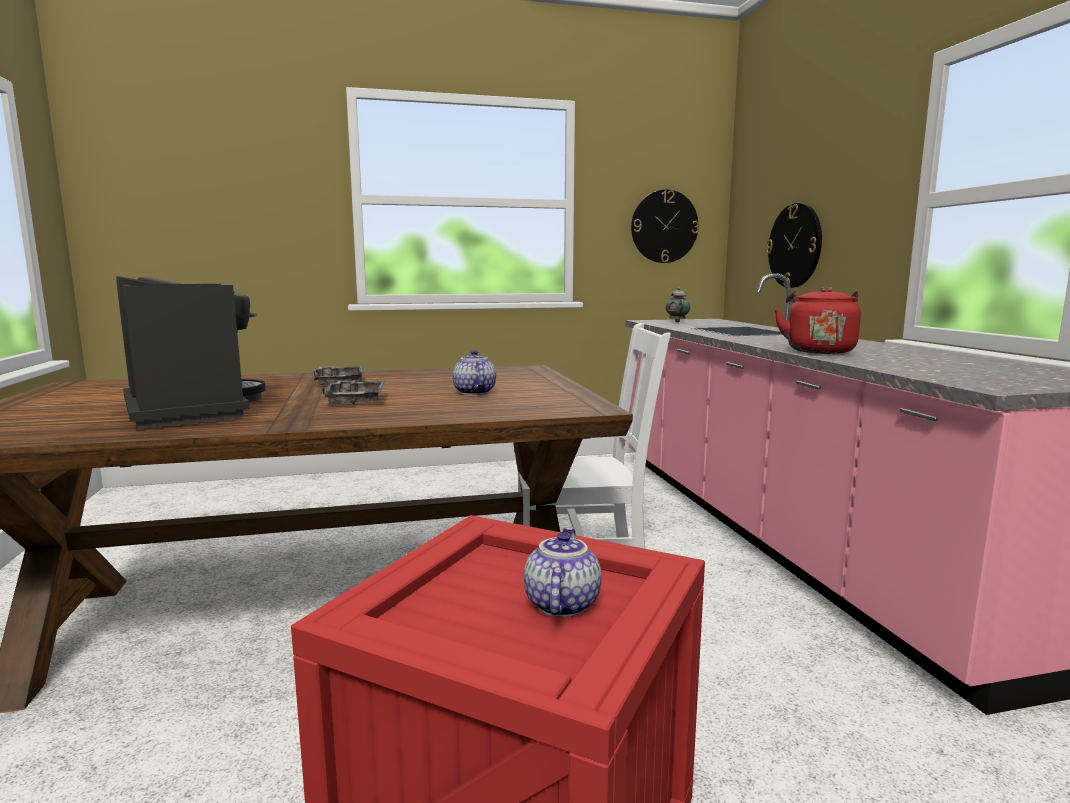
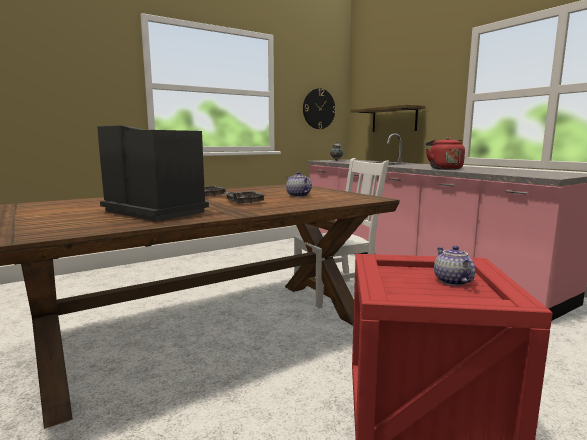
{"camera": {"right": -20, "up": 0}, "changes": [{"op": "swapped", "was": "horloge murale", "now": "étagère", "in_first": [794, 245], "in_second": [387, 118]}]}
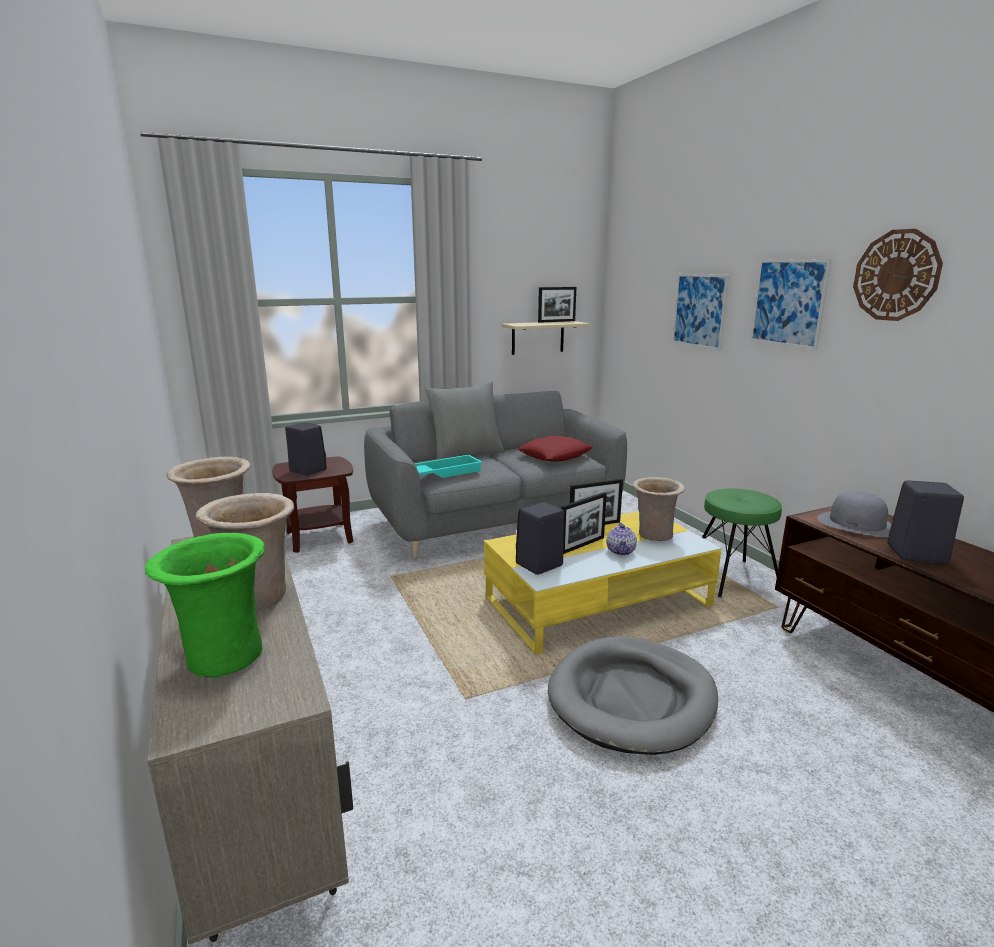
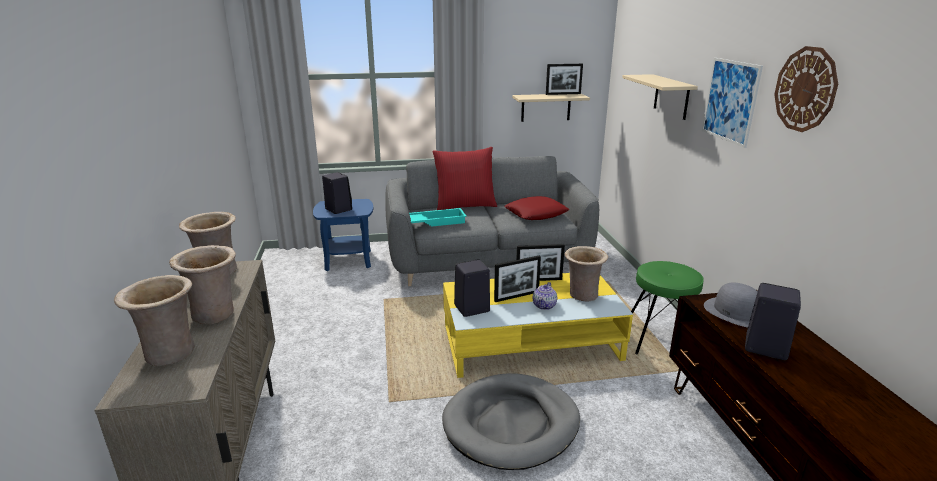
{"camera": {"right": 15, "up": 5}, "changes": [{"op": "repainted", "was": "vase/vert", "now": "vase/beige", "in_first": [205, 605], "in_second": [154, 320]}, {"op": "repainted", "was": "table d'appoint/marron", "now": "table d'appoint/bleu", "in_first": [312, 504], "in_second": [343, 235]}, {"op": "repainted", "was": "coussin/gris", "now": "coussin/rouge", "in_first": [465, 420], "in_second": [465, 178]}, {"op": "swapped", "was": "tableau", "now": "étagère/beige", "in_first": [700, 312], "in_second": [660, 97]}]}
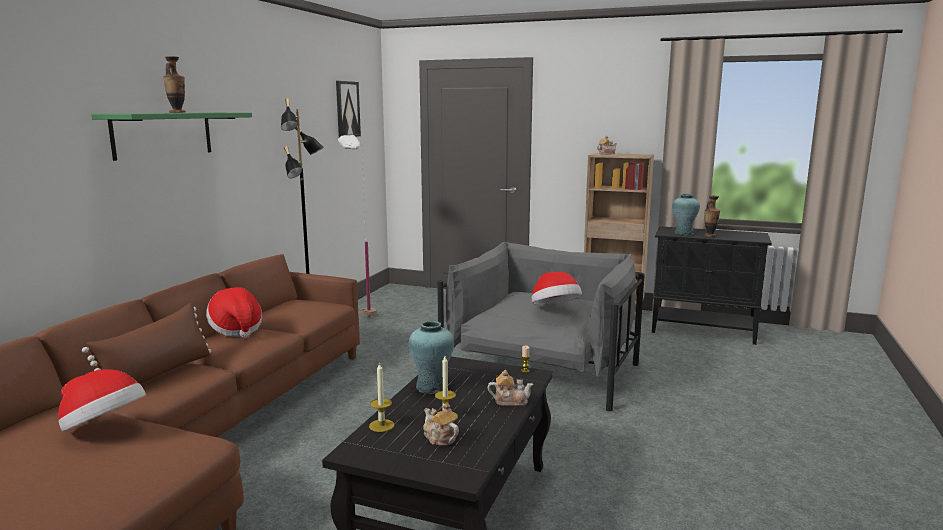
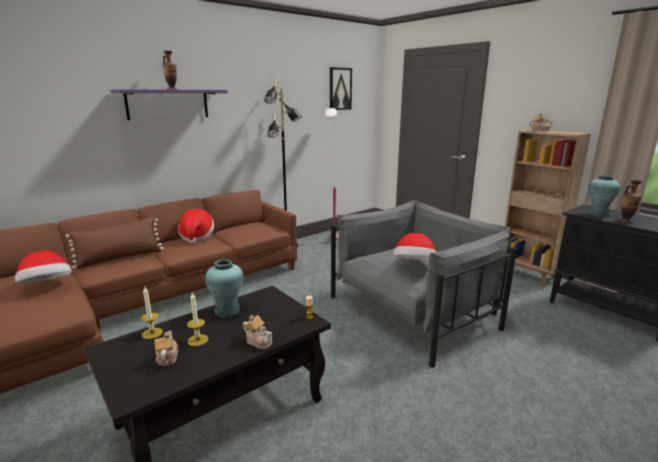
{"camera": {"right": 30, "up": 5}, "changes": [{"op": "repainted", "was": "étagère/vert", "now": "étagère/violet", "in_first": [171, 137], "in_second": [169, 104]}]}
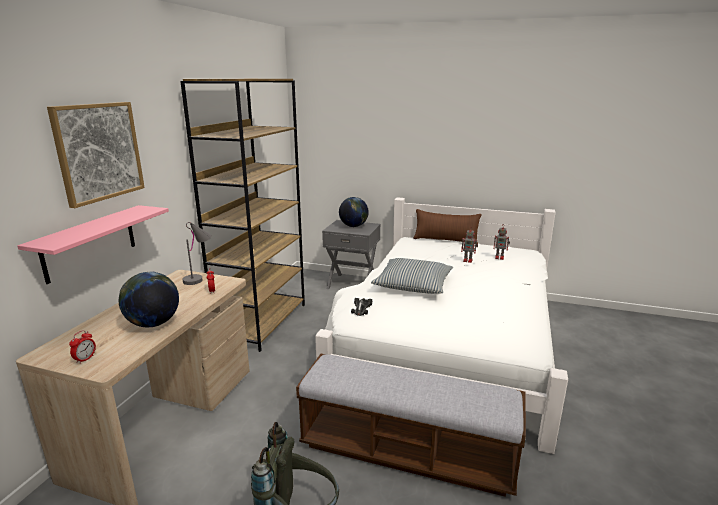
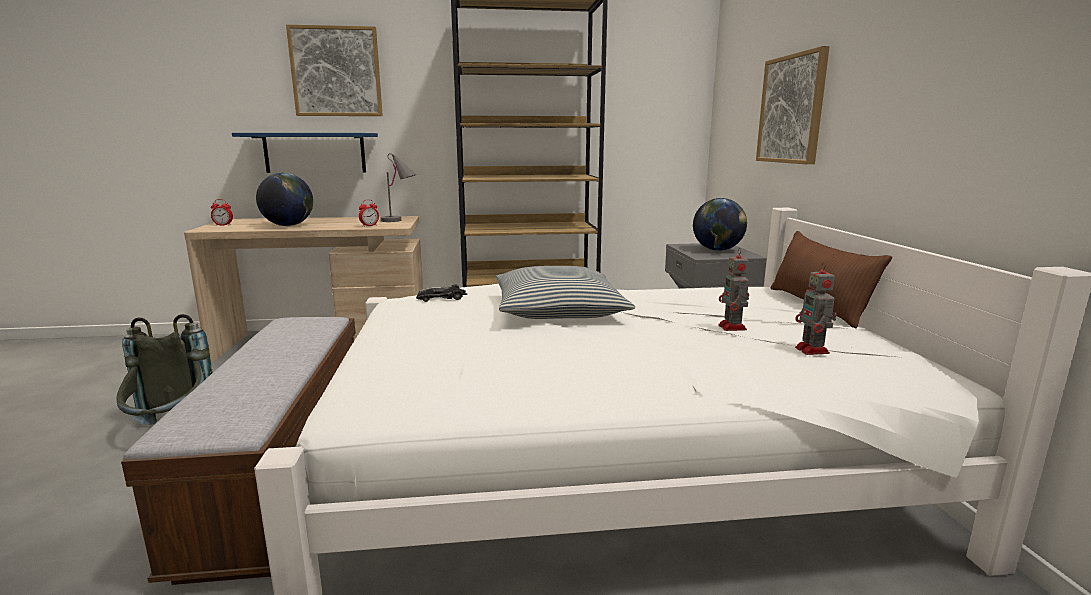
{"camera": {"right": 65, "up": -5}, "changes": [{"op": "repainted", "was": "étagère/rose", "now": "étagère/bleu", "in_first": [93, 244], "in_second": [305, 153]}, {"op": "new", "now": "tableau", "in_second": [792, 105]}]}
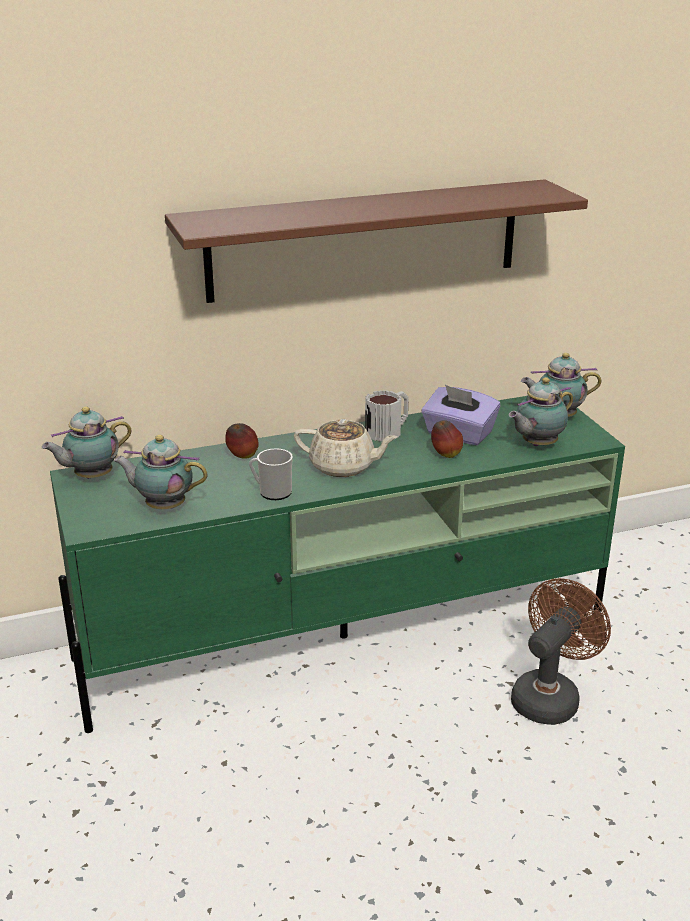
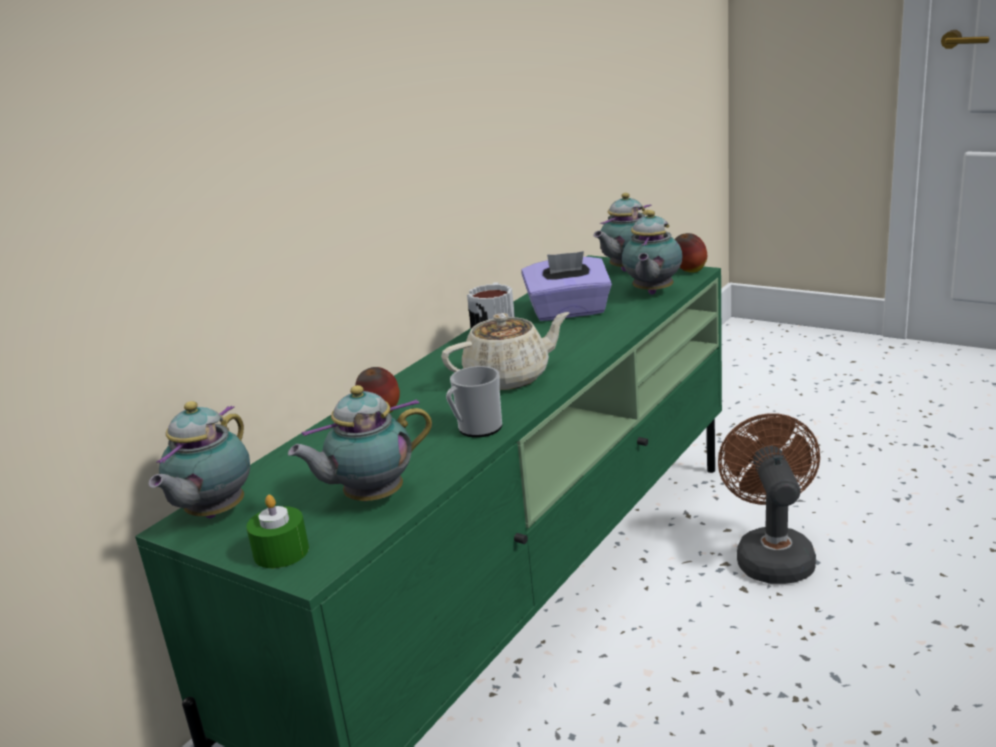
{"camera": {"right": -35, "up": -5}, "changes": [{"op": "gone", "was": "étagère/marron", "in_first": [376, 241]}, {"op": "shifted", "was": "pomme", "in_first": [447, 439], "in_second": [691, 252]}, {"op": "new", "now": "bougie/vert", "in_second": [277, 531]}]}
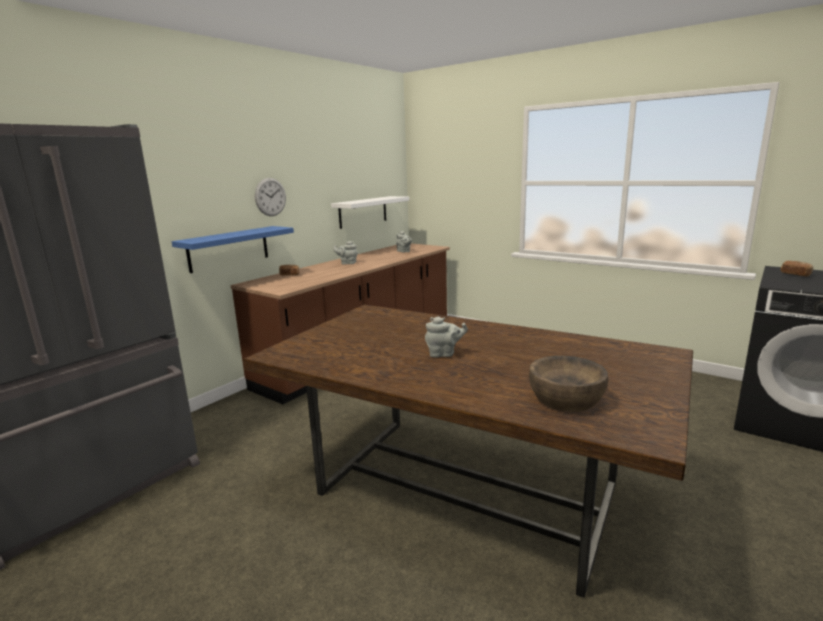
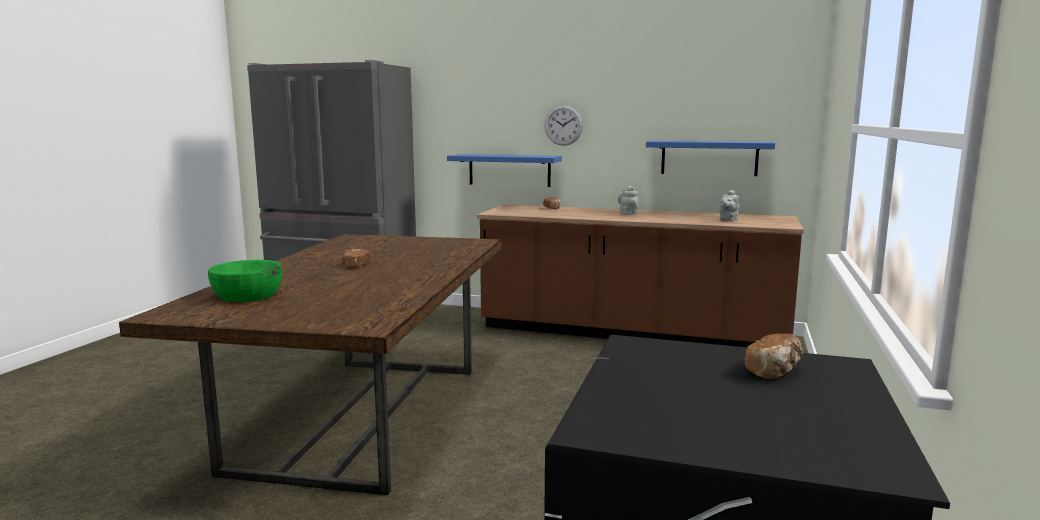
{"camera": {"right": 70, "up": -5}, "changes": [{"op": "repainted", "was": "étagère/blanc", "now": "étagère/bleu", "in_first": [370, 212], "in_second": [710, 158]}, {"op": "swapped", "was": "théière/gris", "now": "pain", "in_first": [446, 337], "in_second": [356, 258]}, {"op": "repainted", "was": "bol/marron", "now": "bol/vert", "in_first": [568, 384], "in_second": [245, 281]}]}
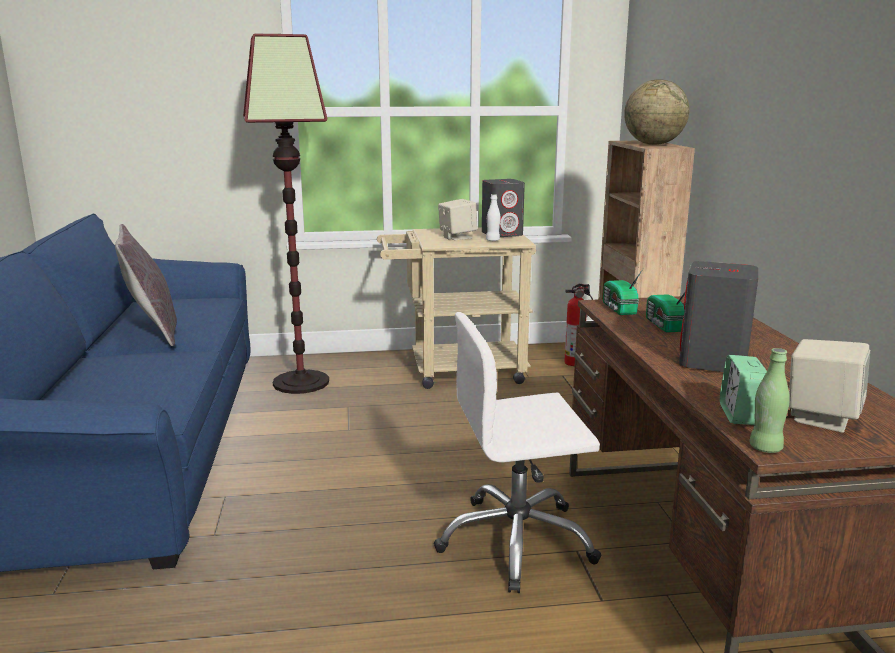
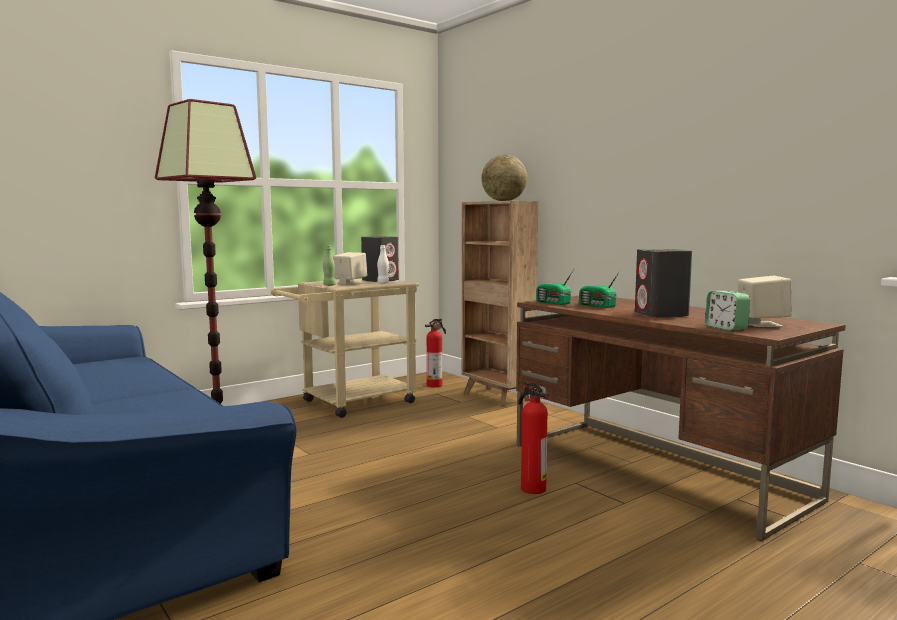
{"camera": {"right": -30, "up": -10}, "changes": [{"op": "gone", "was": "coussin/gris", "in_first": [146, 285]}, {"op": "swapped", "was": "chaise de bureau/blanc", "now": "extincteur", "in_first": [517, 452], "in_second": [533, 437]}, {"op": "shifted", "was": "bouteille/vert", "in_first": [769, 400], "in_second": [329, 265]}]}
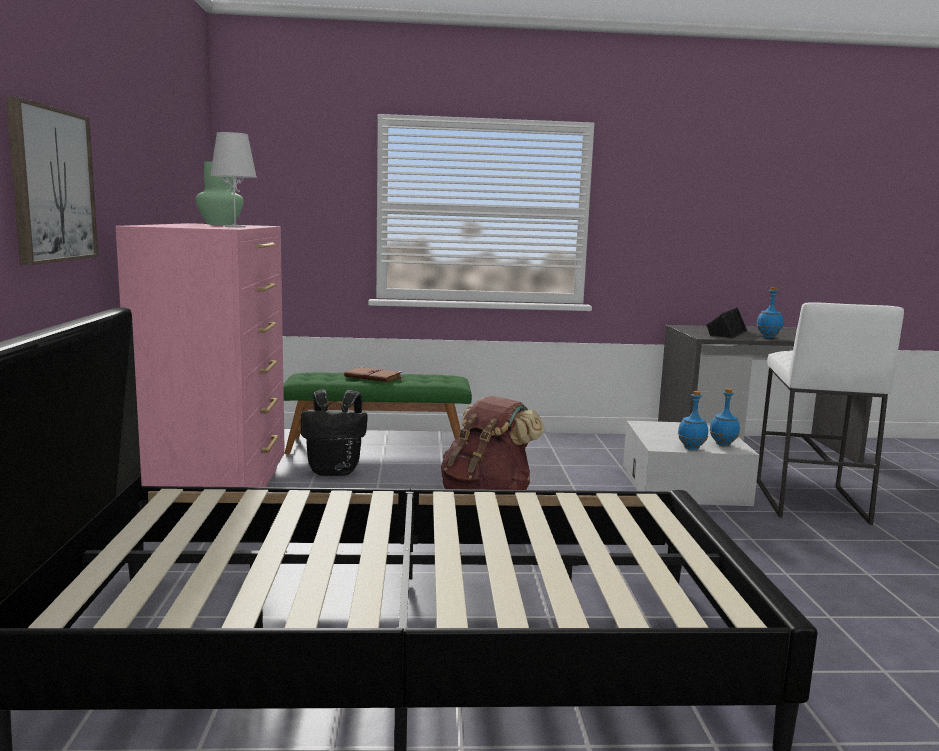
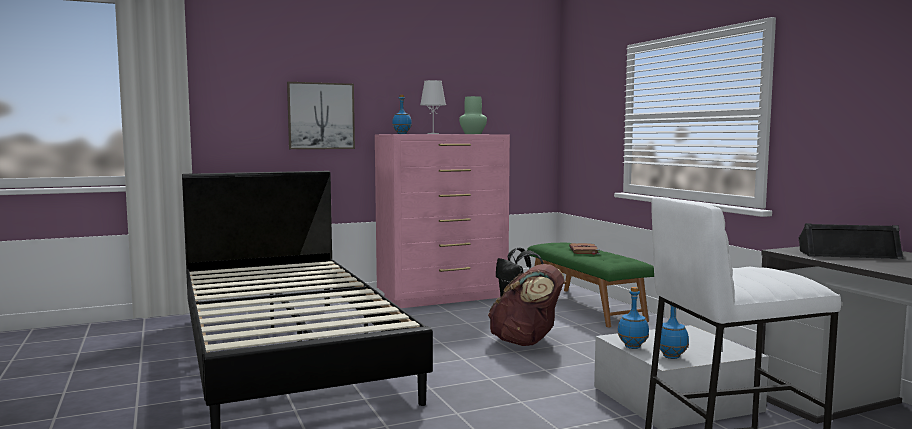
{"camera": {"right": 70, "up": -5}, "changes": [{"op": "shifted", "was": "bouteille/bleu", "in_first": [769, 312], "in_second": [402, 114]}]}
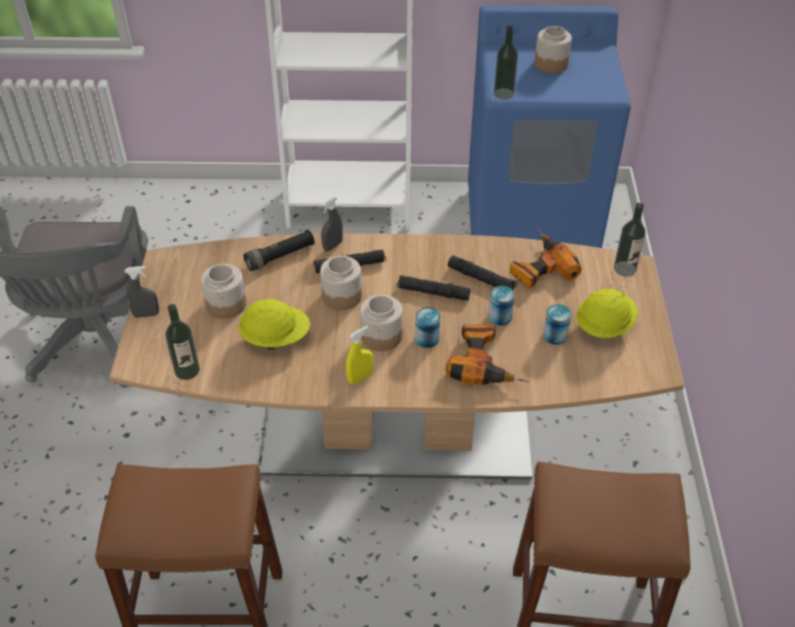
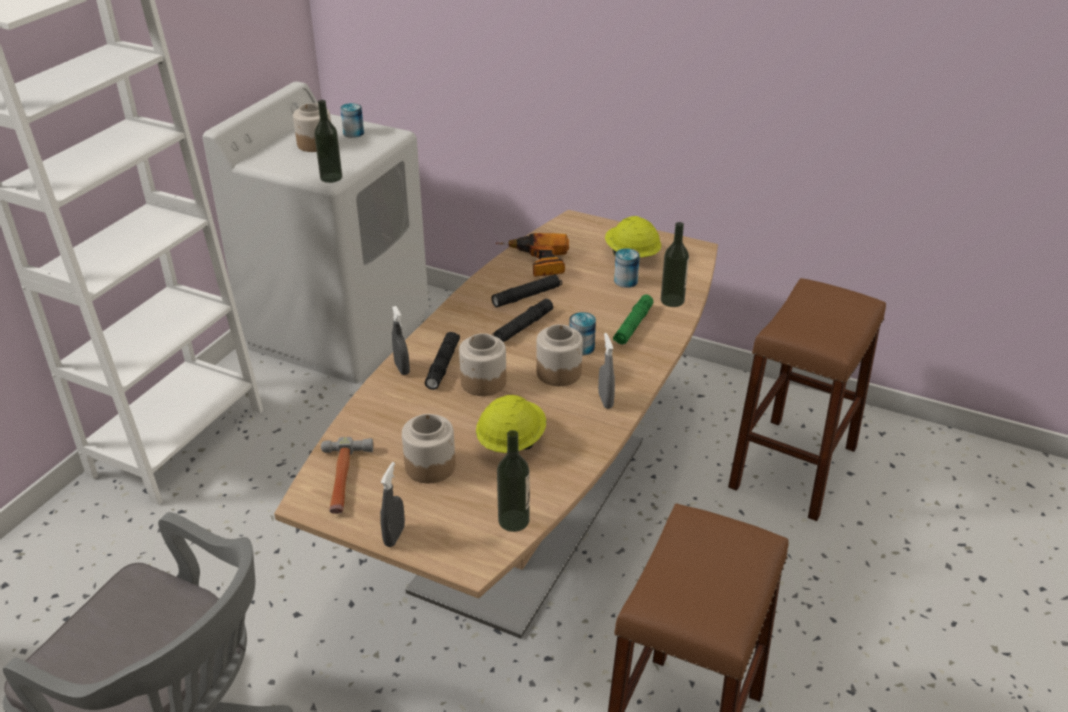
{"camera": {"right": -65, "up": -10}, "changes": [{"op": "gone", "was": "lampe de poche/noir", "in_first": [279, 250]}, {"op": "repainted", "was": "vaporisateur/jaune", "now": "vaporisateur/gris", "in_first": [359, 354], "in_second": [606, 371]}, {"op": "swapped", "was": "perceuse", "now": "lampe de poche/vert", "in_first": [487, 355], "in_second": [633, 320]}, {"op": "repainted", "was": "lave-linge/bleu", "now": "lave-linge/blanc", "in_first": [549, 126], "in_second": [316, 232]}, {"op": "shifted", "was": "boîte métallique", "in_first": [501, 306], "in_second": [352, 120]}, {"op": "shifted", "was": "bouteille", "in_first": [630, 239], "in_second": [675, 264]}, {"op": "new", "now": "marteau", "in_second": [347, 475]}]}
